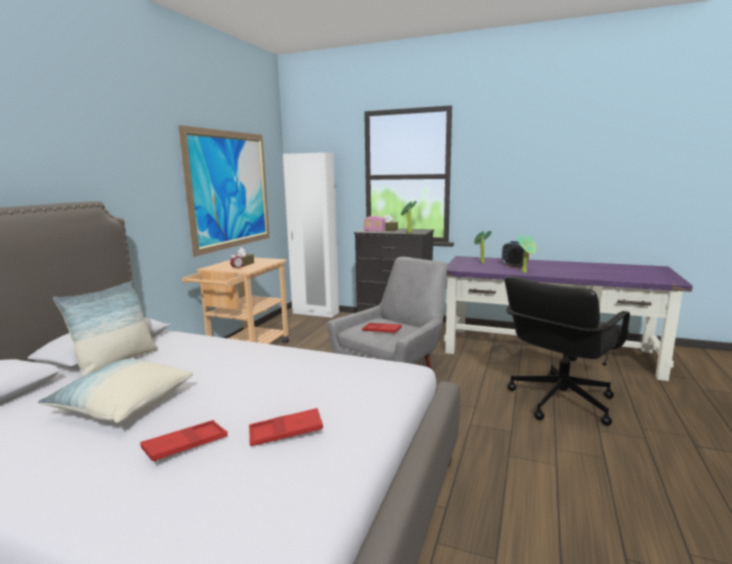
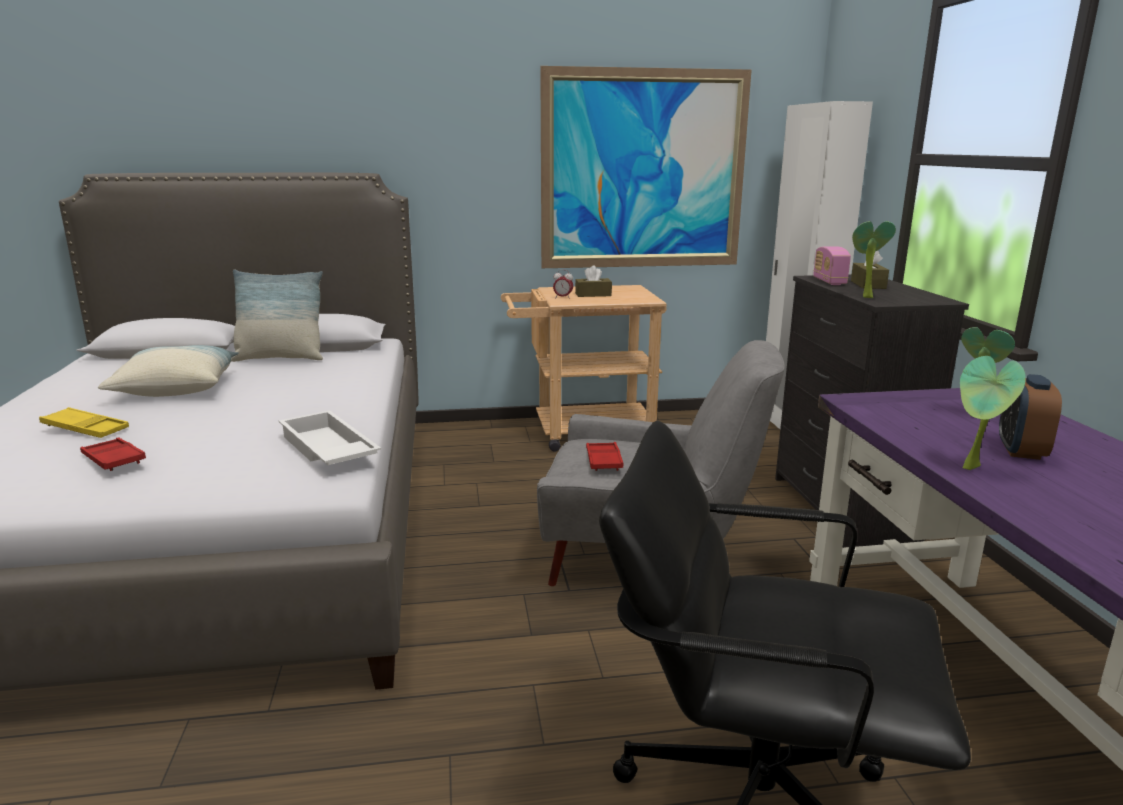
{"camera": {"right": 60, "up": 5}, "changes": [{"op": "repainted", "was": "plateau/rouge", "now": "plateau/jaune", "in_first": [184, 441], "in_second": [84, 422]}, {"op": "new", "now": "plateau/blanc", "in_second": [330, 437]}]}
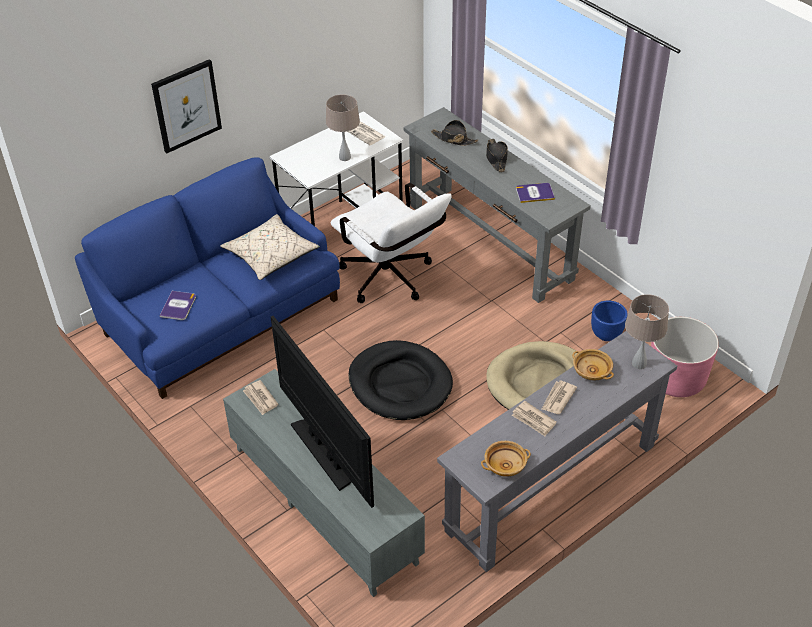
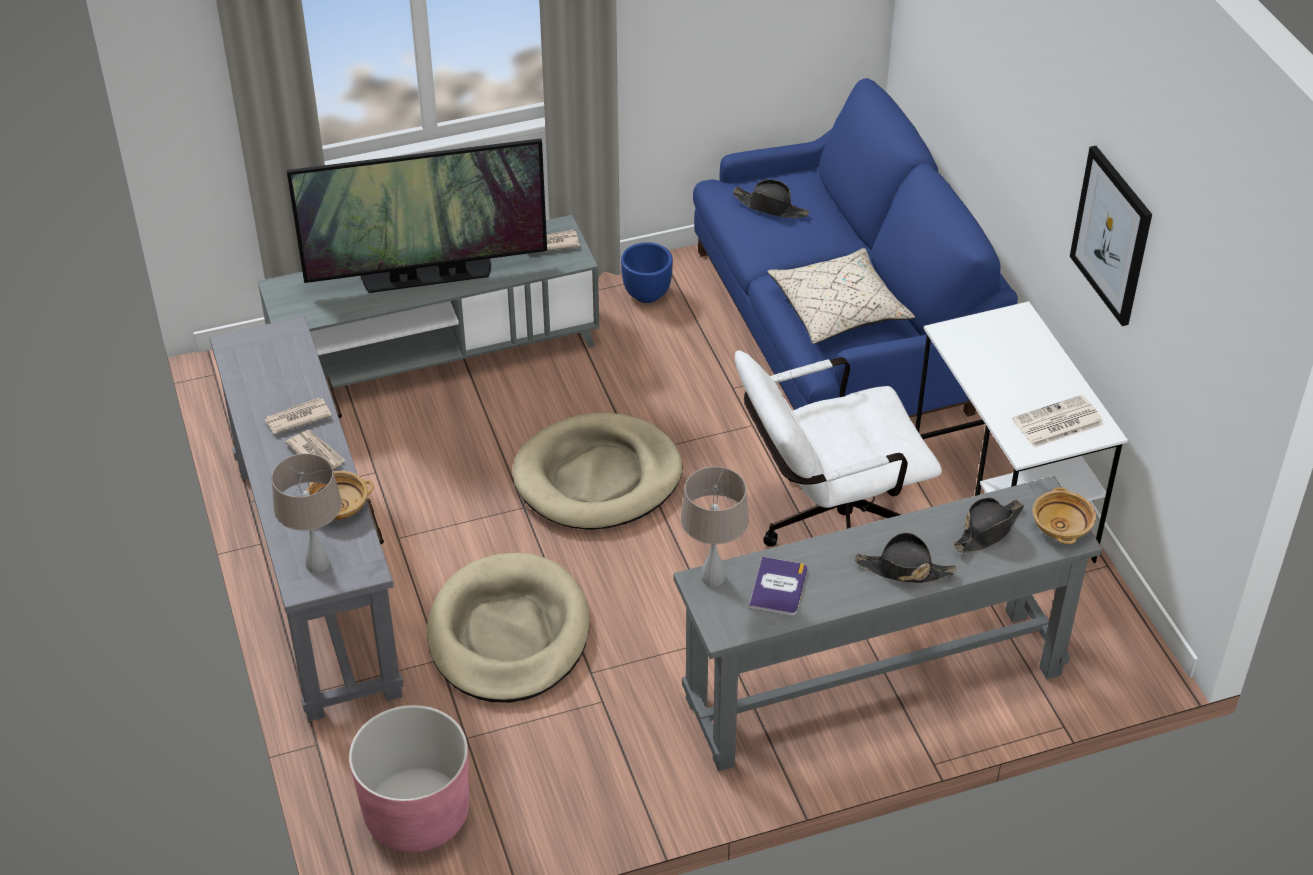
{"camera": {"right": 110, "up": 0}, "changes": [{"op": "shifted", "was": "tableau", "in_first": [186, 106], "in_second": [1111, 236]}, {"op": "swapped", "was": "livre", "now": "chapeau/noir", "in_first": [177, 305], "in_second": [771, 199]}, {"op": "shifted", "was": "lampe de table/beige", "in_first": [343, 127], "in_second": [715, 526]}, {"op": "repainted", "was": "panier pour chien/noir", "now": "panier pour chien/beige", "in_first": [400, 380], "in_second": [597, 471]}, {"op": "shifted", "was": "bol/beige", "in_first": [506, 459], "in_second": [1064, 515]}, {"op": "shifted", "was": "cache-pot/bleu", "in_first": [609, 320], "in_second": [647, 272]}]}
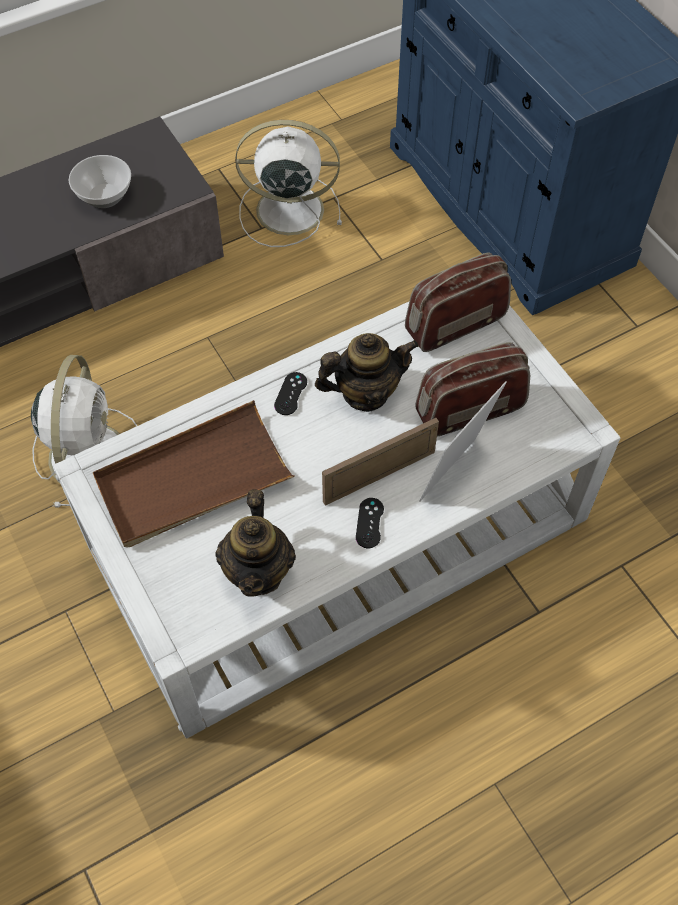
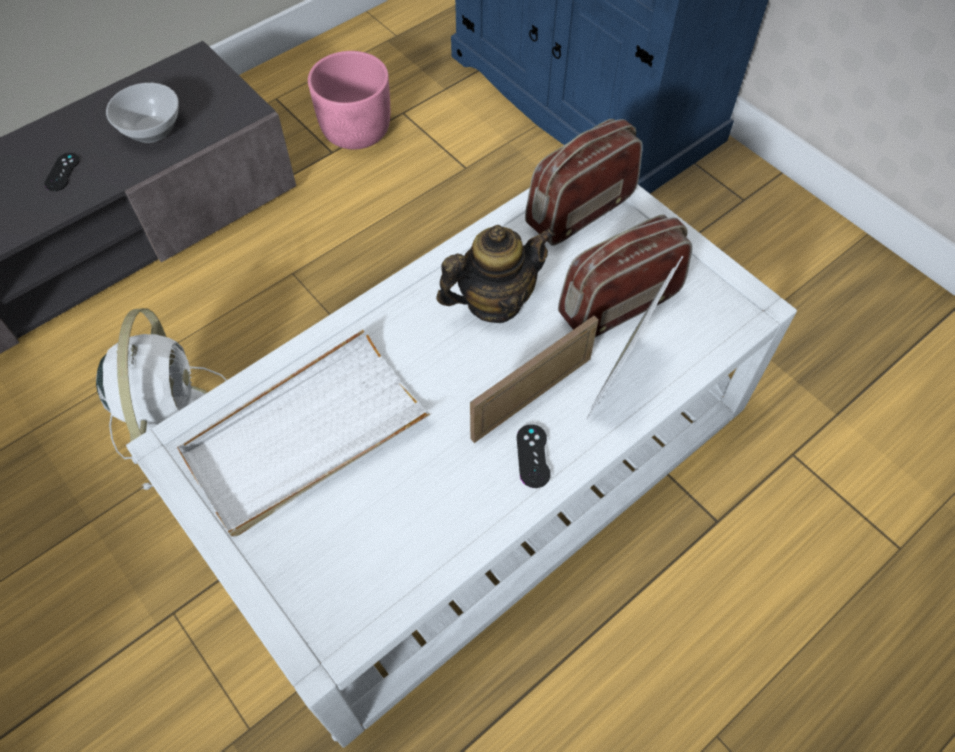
{"camera": {"right": -10, "up": 0}, "changes": [{"op": "repainted", "was": "plateau/marron", "now": "plateau/blanc", "in_first": [194, 474], "in_second": [304, 432]}, {"op": "gone", "was": "théière", "in_first": [255, 543]}, {"op": "swapped", "was": "ventilateur/blanc", "now": "cache-pot/rose", "in_first": [288, 183], "in_second": [349, 100]}, {"op": "shifted", "was": "manette/noir", "in_first": [290, 393], "in_second": [62, 172]}]}
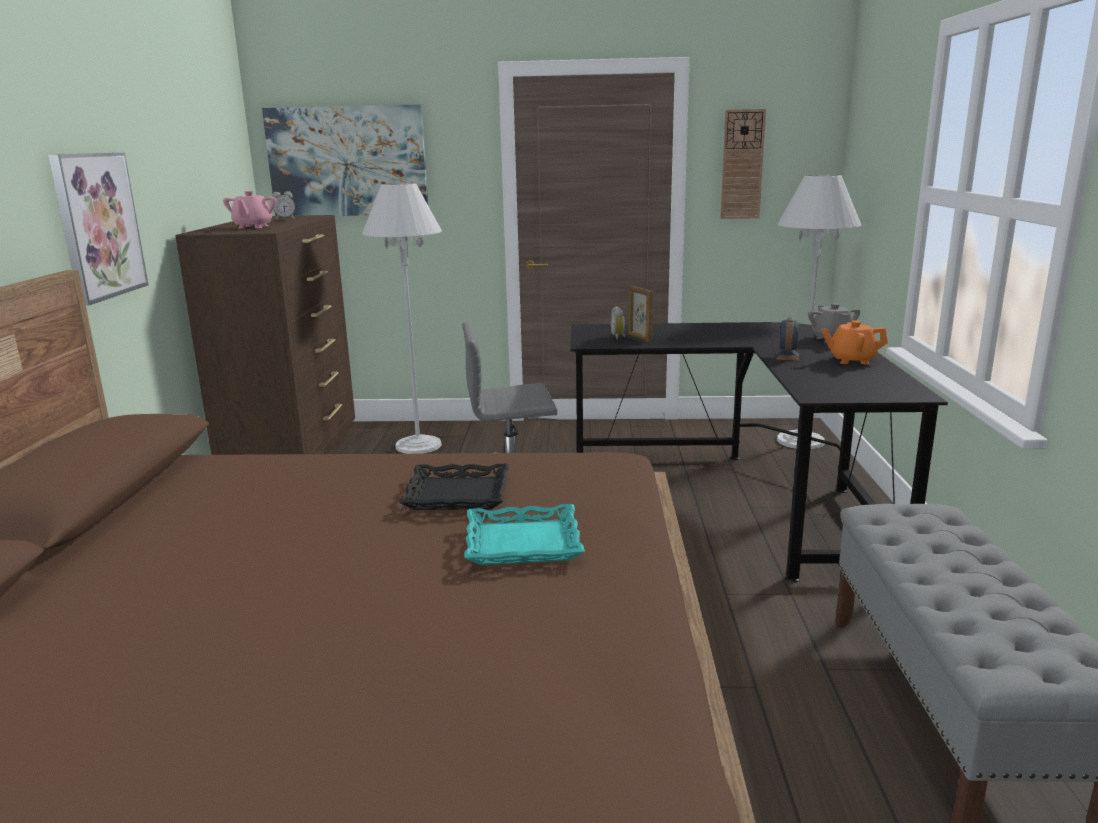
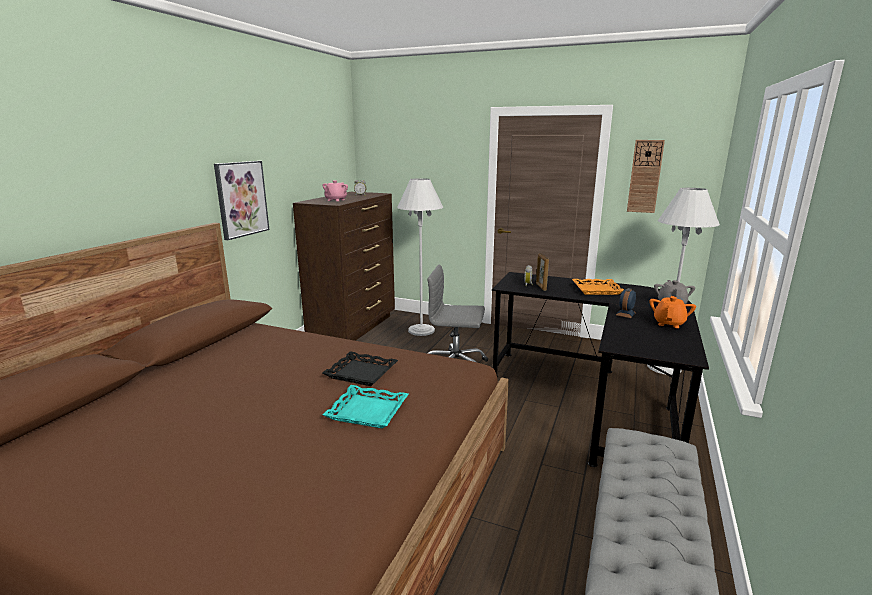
{"camera": {"right": 20, "up": 0}, "changes": [{"op": "gone", "was": "tableau", "in_first": [345, 160]}, {"op": "rotated", "was": "théière/orange", "in_first": [854, 343], "in_second": [672, 312], "clockwise": 90}, {"op": "new", "now": "plateau/orange", "in_second": [598, 287]}]}
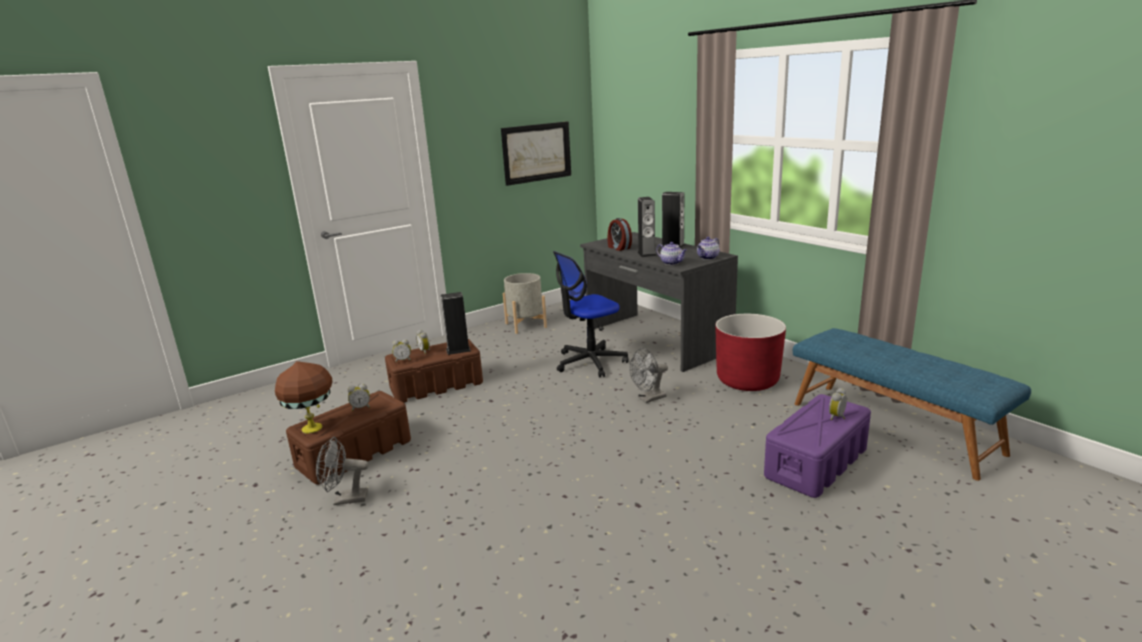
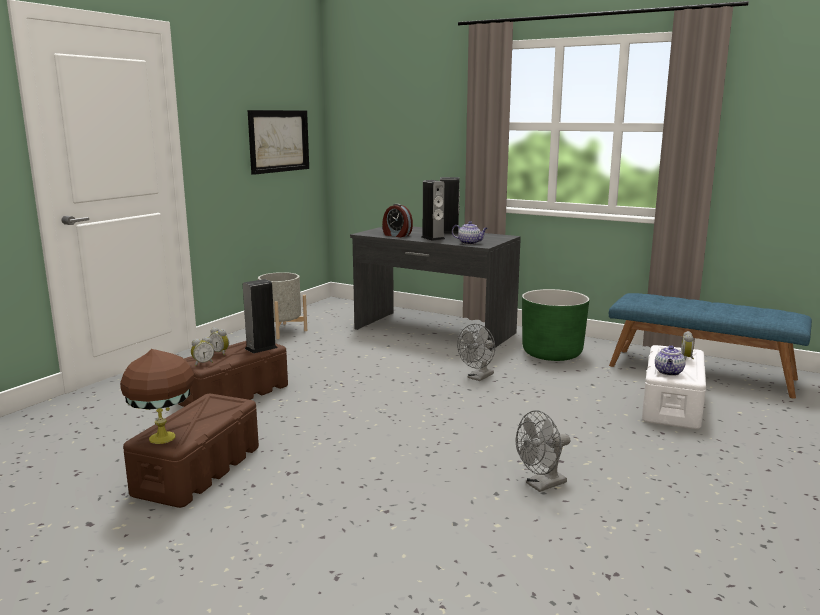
{"camera": {"right": -25, "up": -5}, "changes": [{"op": "shifted", "was": "ventilateur/gris", "in_first": [342, 471], "in_second": [543, 451]}, {"op": "gone", "was": "réveil", "in_first": [359, 397]}, {"op": "gone", "was": "chaise de bureau", "in_first": [591, 314]}, {"op": "shifted", "was": "théière", "in_first": [708, 248], "in_second": [670, 360]}, {"op": "repainted", "was": "cache-pot/rouge", "now": "cache-pot/vert", "in_first": [750, 352], "in_second": [555, 325]}, {"op": "repainted", "was": "boîte de rangement/violet", "now": "boîte de rangement/blanc", "in_first": [817, 446], "in_second": [674, 387]}]}
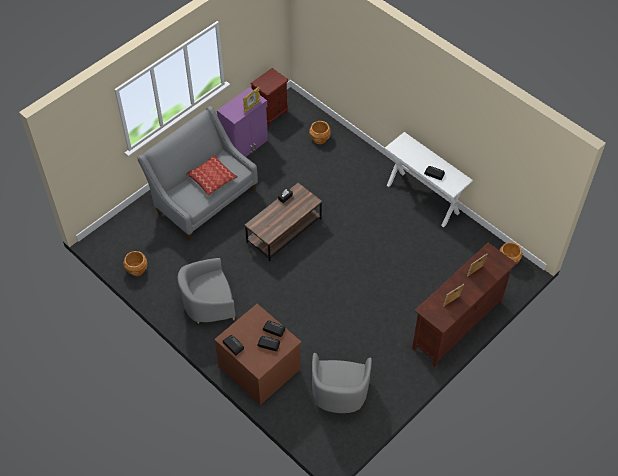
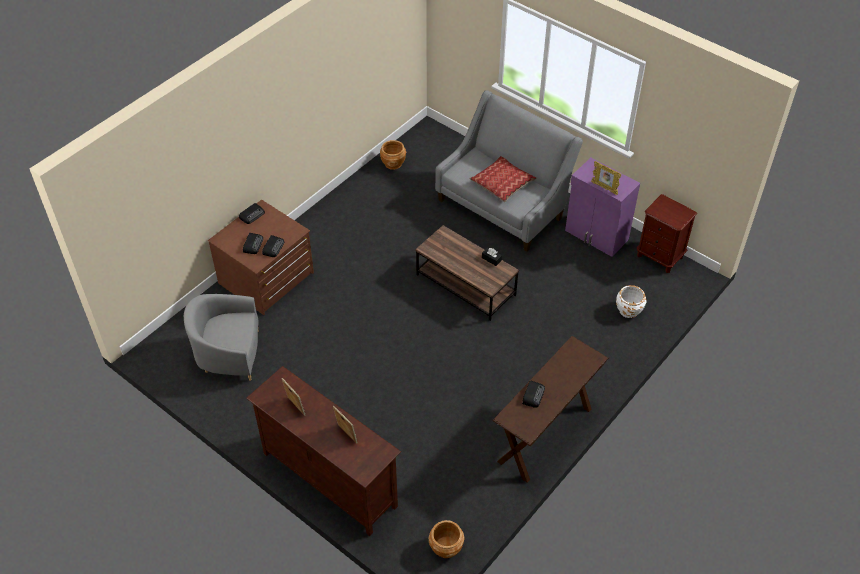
{"camera": {"right": 85, "up": -5}, "changes": [{"op": "gone", "was": "fauteuil/gris", "in_first": [207, 290]}, {"op": "repainted", "was": "cache-pot/marron", "now": "cache-pot/blanc", "in_first": [320, 132], "in_second": [631, 301]}, {"op": "repainted", "was": "table console/blanc", "now": "table console/marron", "in_first": [428, 180], "in_second": [551, 409]}]}
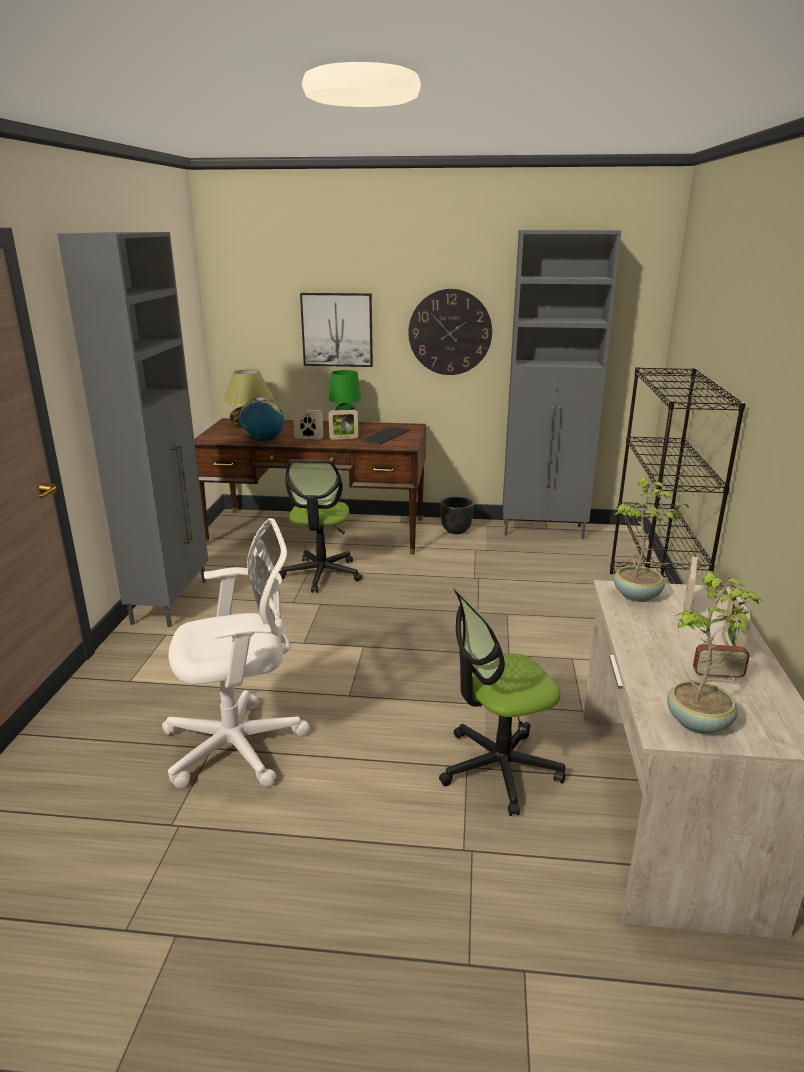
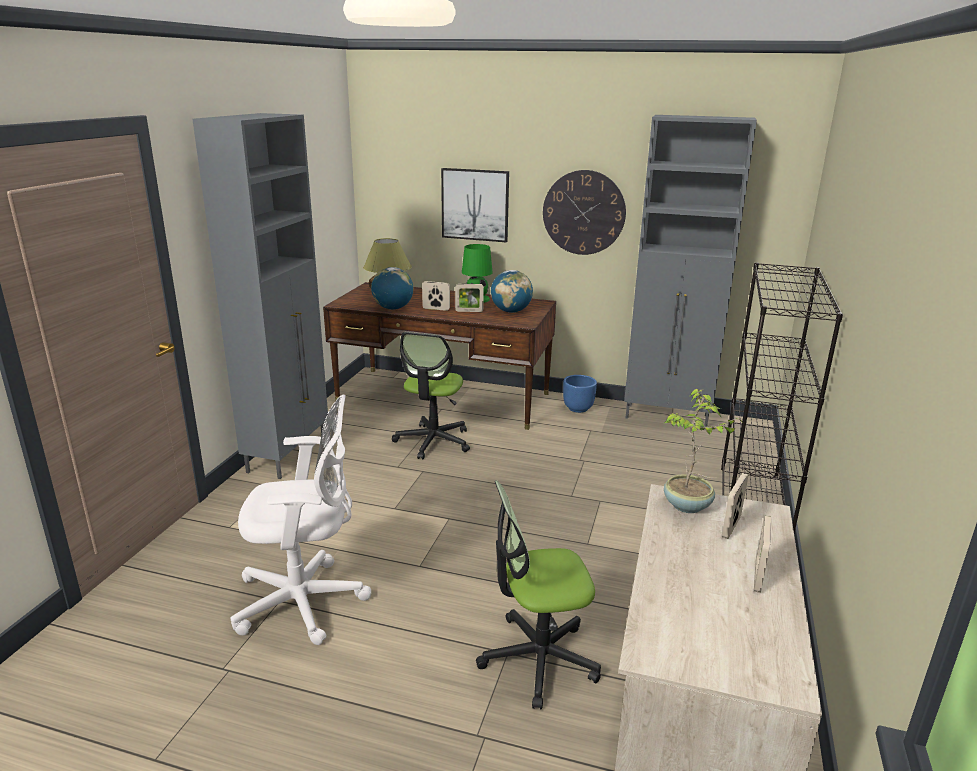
{"camera": {"right": 10, "up": 0}, "changes": [{"op": "swapped", "was": "clavier", "now": "globe", "in_first": [385, 435], "in_second": [512, 291]}, {"op": "repainted", "was": "cache-pot/noir", "now": "cache-pot/bleu", "in_first": [457, 515], "in_second": [580, 394]}, {"op": "gone", "was": "plante en pot", "in_first": [716, 652]}, {"op": "gone", "was": "radio", "in_first": [721, 652]}]}
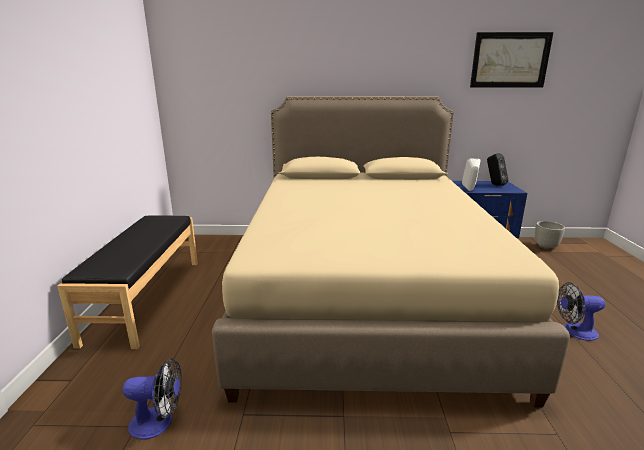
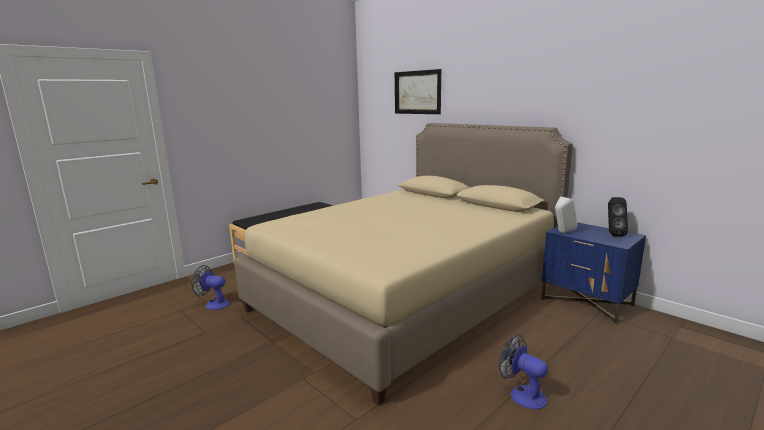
{"camera": {"right": 45, "up": -5}, "changes": [{"op": "rotated", "was": "ventilateur", "in_first": [152, 399], "in_second": [210, 287], "clockwise": 150}, {"op": "shifted", "was": "tableau", "in_first": [511, 60], "in_second": [418, 91]}, {"op": "gone", "was": "cache-pot/gris", "in_first": [550, 235]}]}
